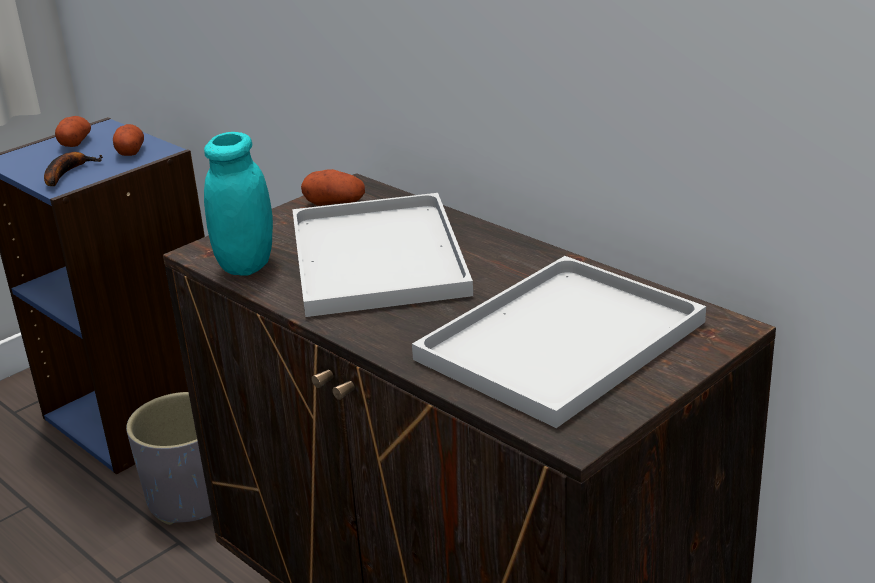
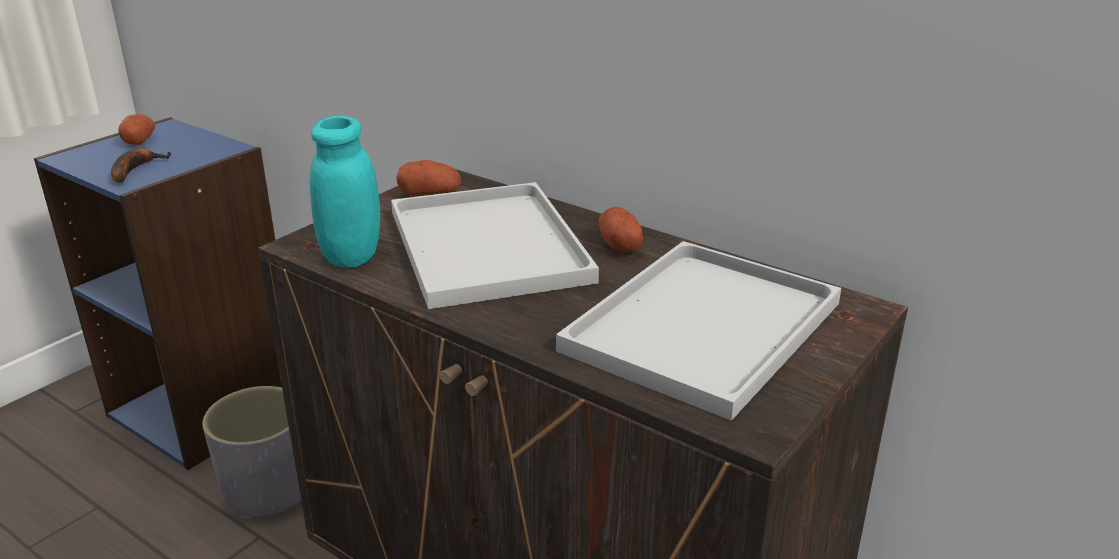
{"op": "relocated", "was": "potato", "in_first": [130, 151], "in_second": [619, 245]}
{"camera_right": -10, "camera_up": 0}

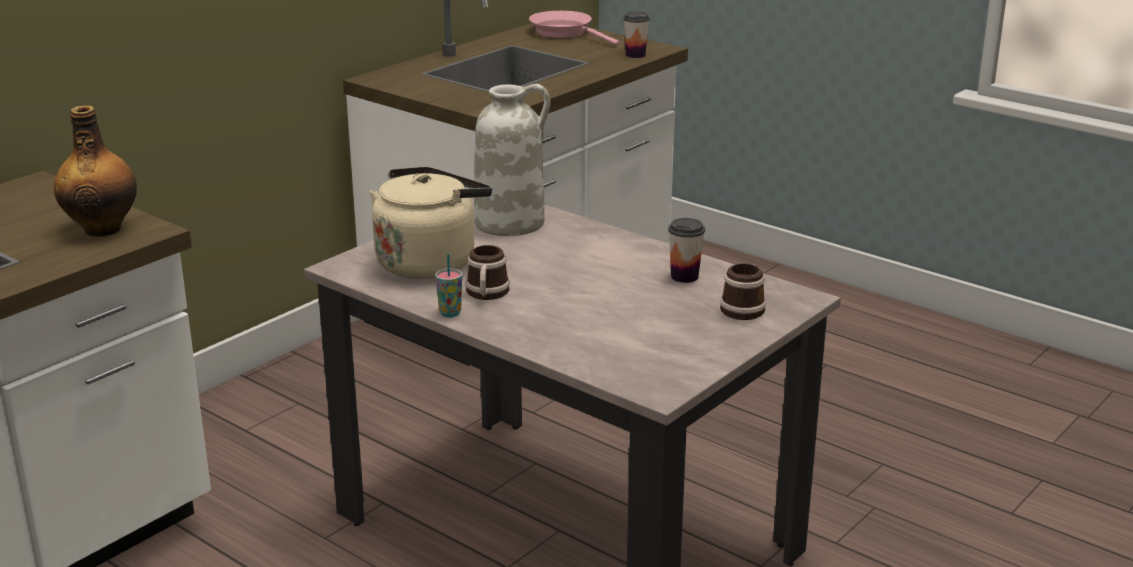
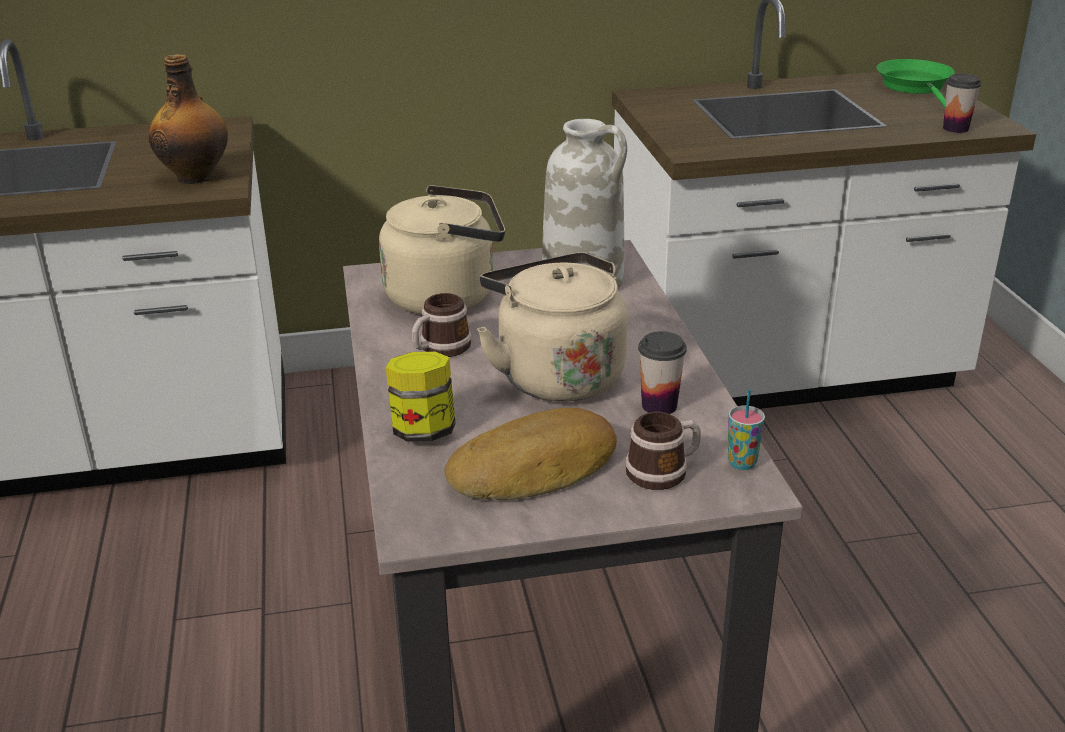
{"op": "appeared", "now": "jar", "in_second": [423, 431]}
{"op": "appeared", "now": "bread", "in_second": [536, 469]}
{"op": "appeared", "now": "kettle/beige", "in_second": [556, 374]}
{"op": "relocated", "was": "cup", "in_first": [450, 313], "in_second": [742, 463]}
{"op": "colour", "was": "frying pan/pink", "now": "frying pan/green", "in_first": [565, 33], "in_second": [916, 87]}
{"camera_right": 40, "camera_up": 5}

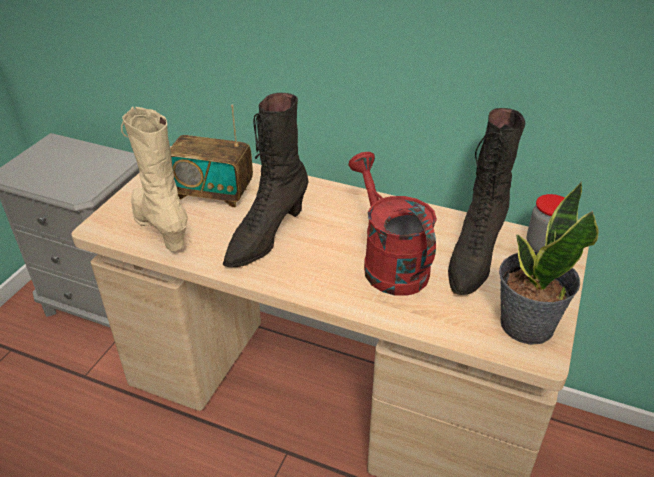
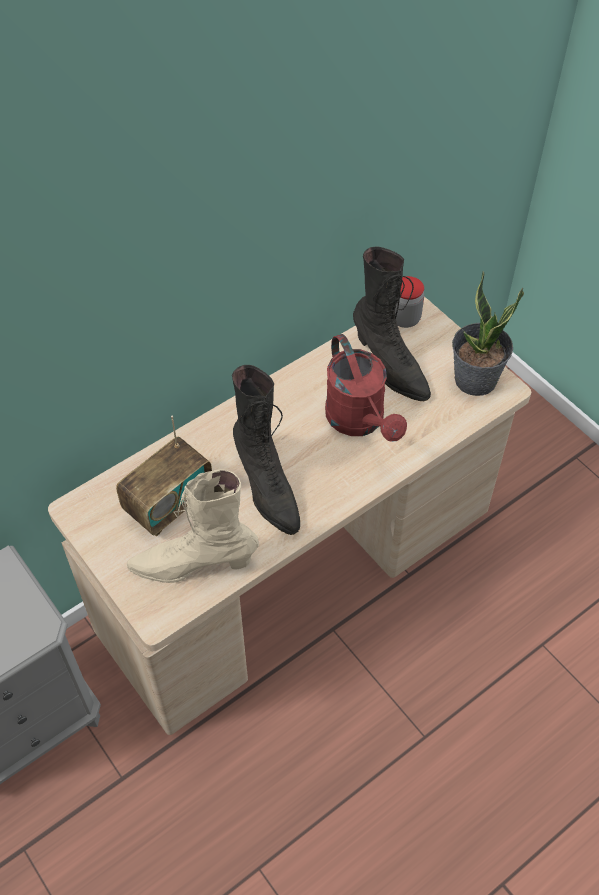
{"op": "spun", "was": "watering can/red", "in_first": [389, 263], "in_second": [360, 421], "clockwise": -120}
{"camera_right": -60, "camera_up": 15}

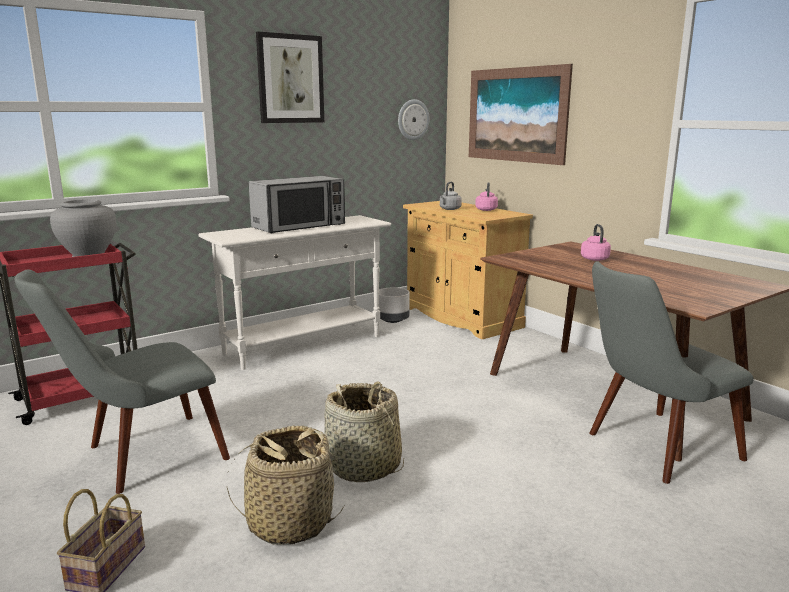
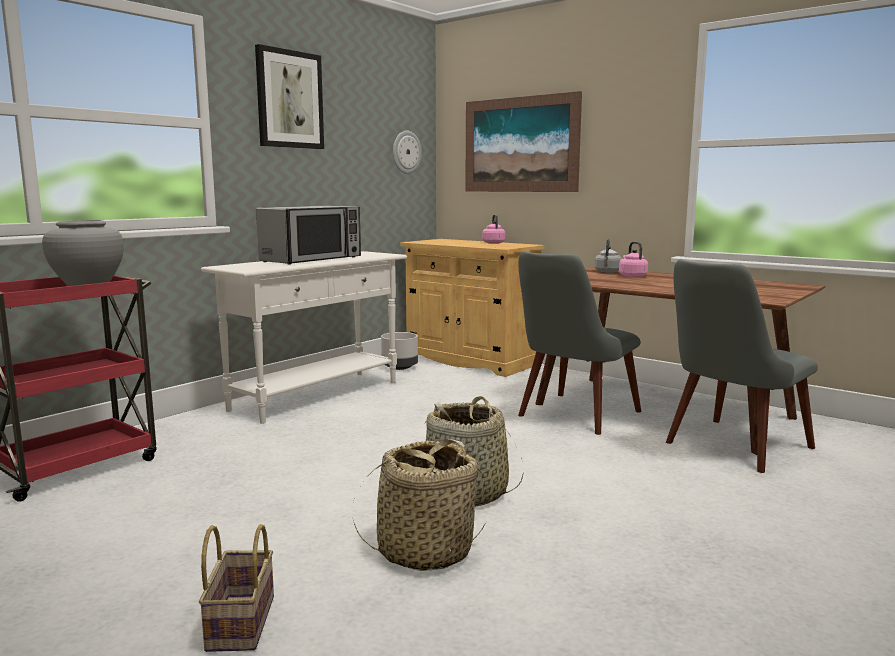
{"op": "relocated", "was": "chair/grey", "in_first": [139, 458], "in_second": [571, 417]}
{"op": "relocated", "was": "kettle/grey", "in_first": [449, 209], "in_second": [607, 272]}
{"camera_right": -15, "camera_up": -5}

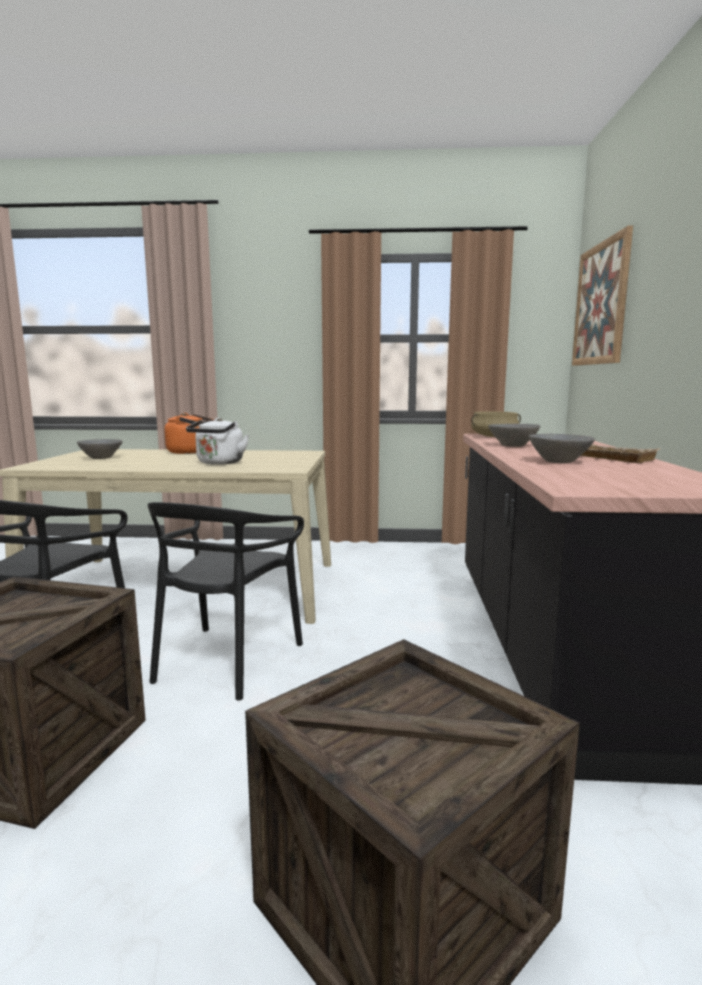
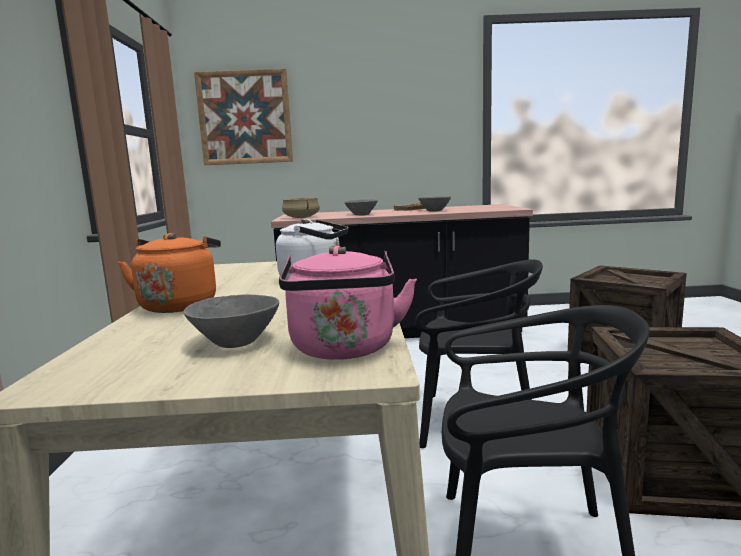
{"op": "appeared", "now": "kettle/pink", "in_second": [344, 350]}
{"camera_right": -95, "camera_up": 0}

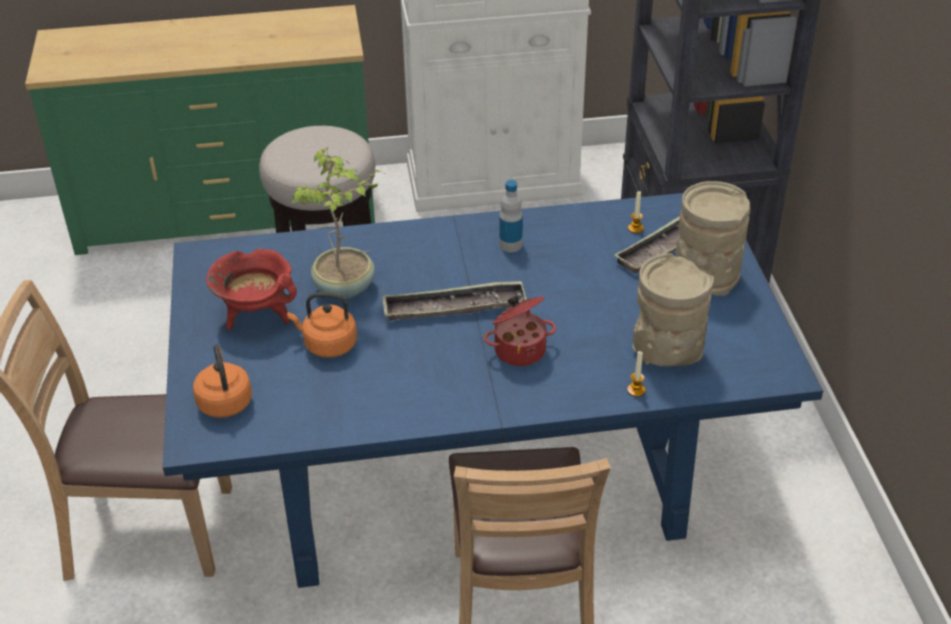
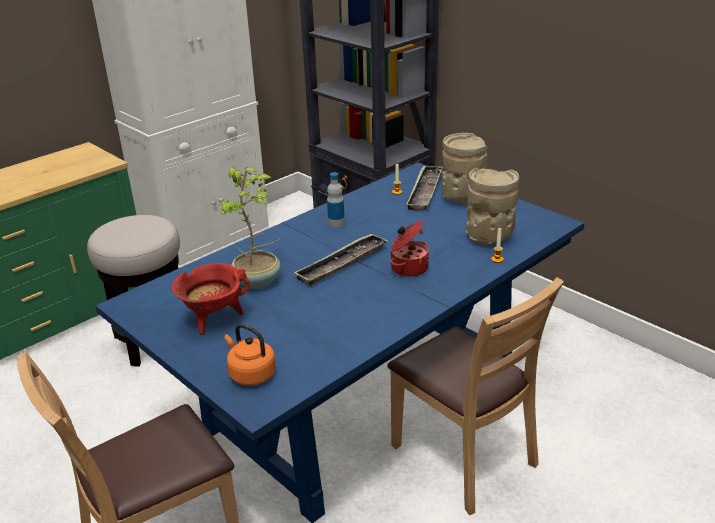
{"op": "missing", "was": "kettle/orange", "in_first": [327, 345]}
{"camera_right": -35, "camera_up": -10}

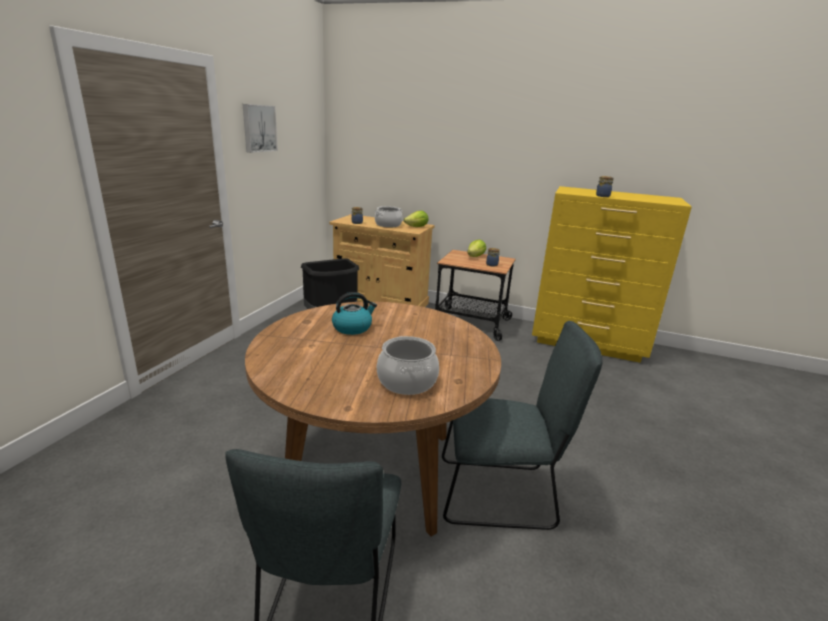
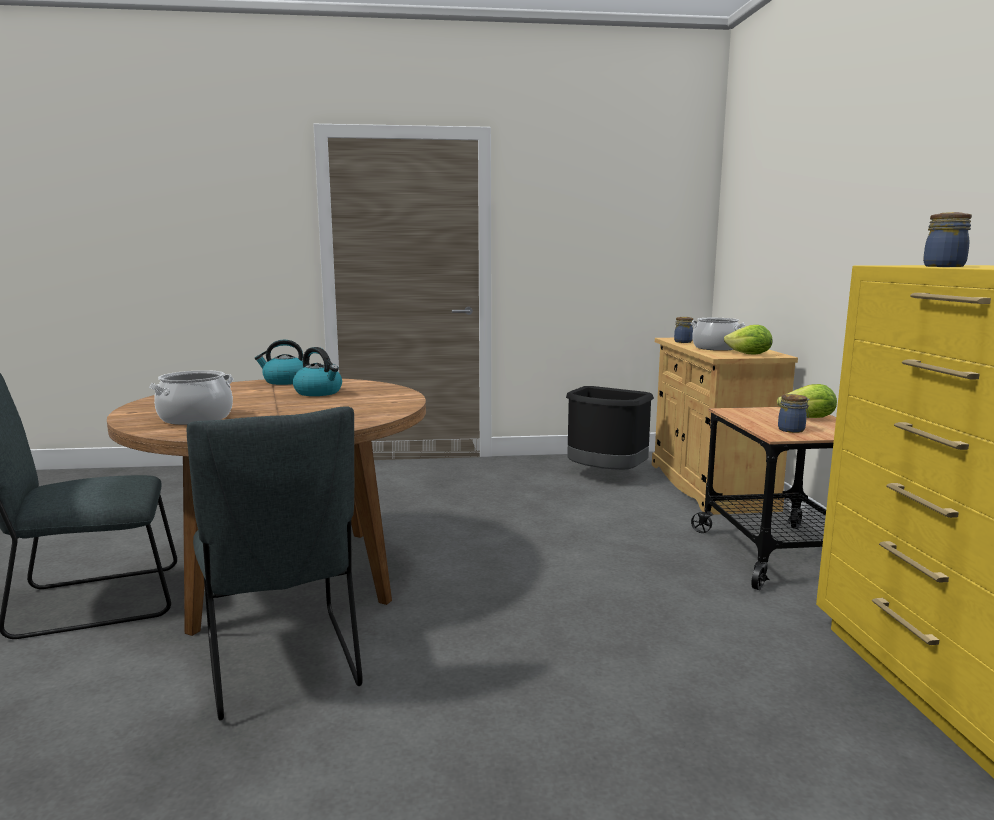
{"op": "appeared", "now": "kettle", "in_second": [285, 381]}
{"op": "missing", "was": "picture", "in_first": [258, 128]}
{"camera_right": 65, "camera_up": -10}

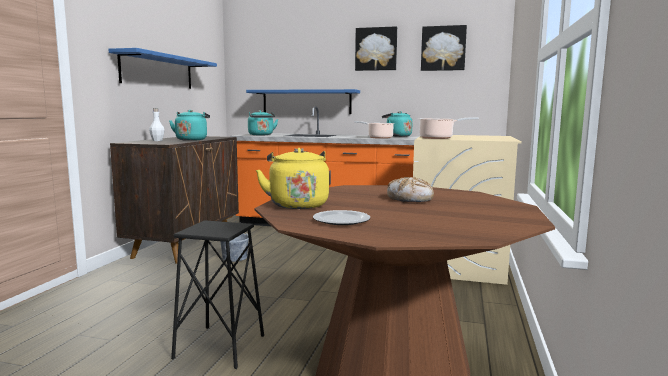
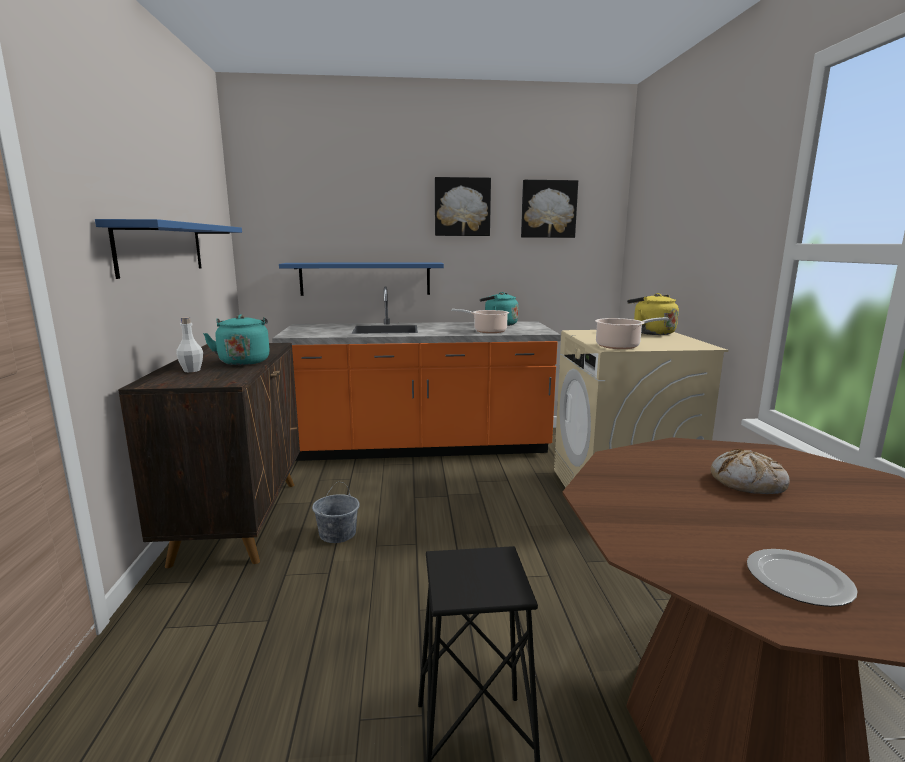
{"op": "relocated", "was": "kettle/yellow", "in_first": [297, 204], "in_second": [650, 332]}
{"op": "missing", "was": "kettle/turquoise", "in_first": [261, 135]}
{"camera_right": -20, "camera_up": 5}

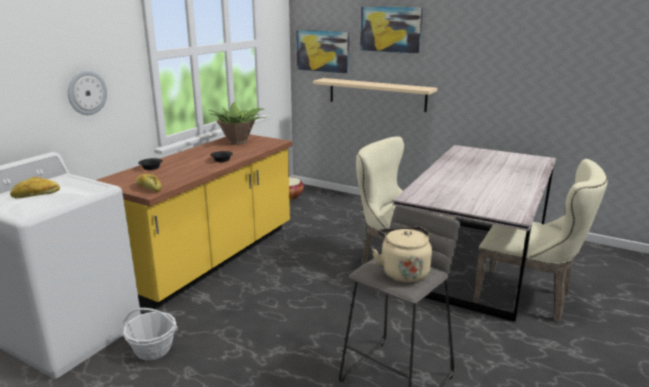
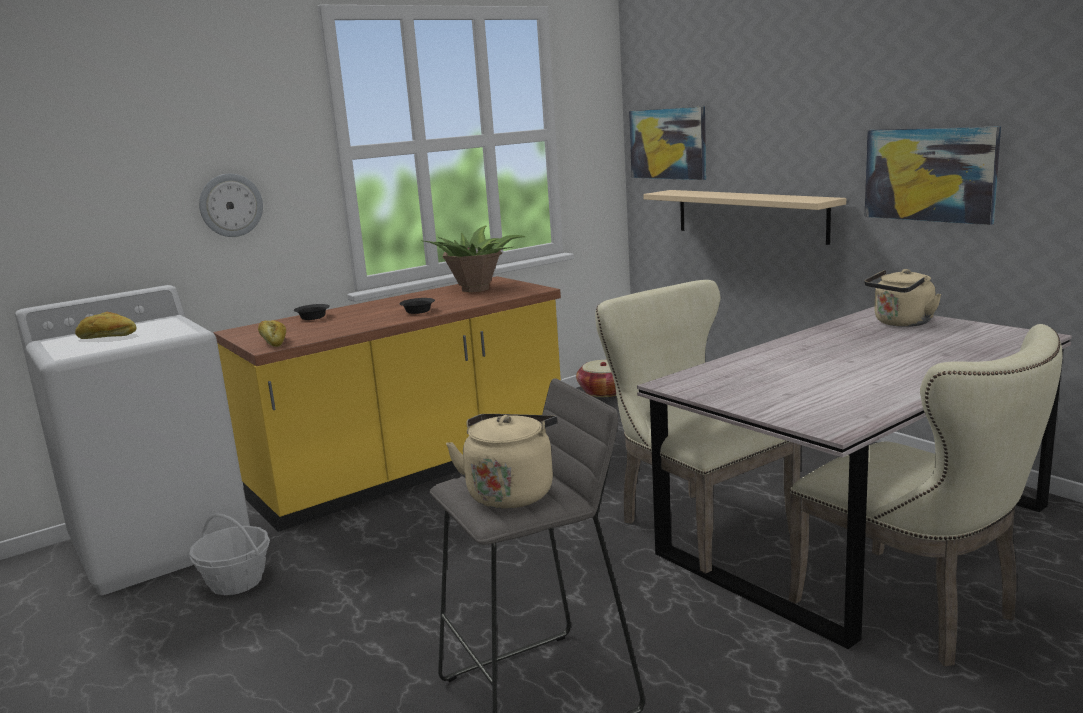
{"op": "appeared", "now": "kettle/beige", "in_second": [901, 323]}
{"op": "relocated", "was": "picture", "in_first": [390, 29], "in_second": [929, 174]}
{"camera_right": 25, "camera_up": -5}

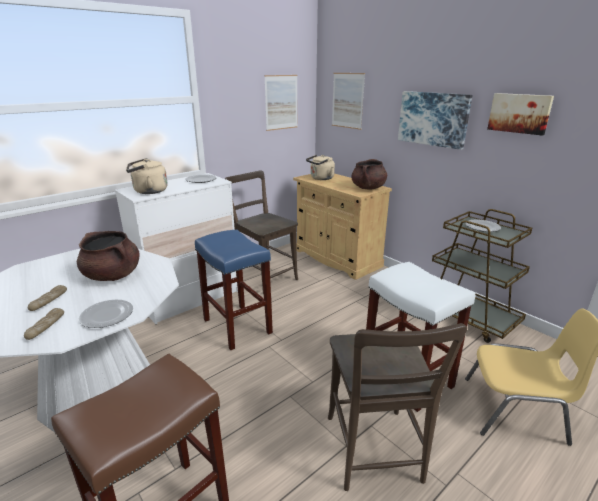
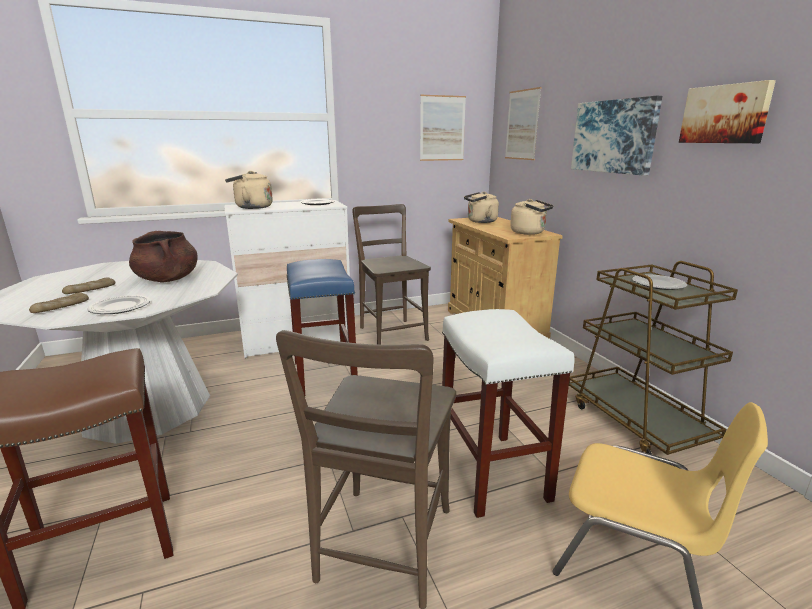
{"op": "exchanged", "was": "cooking pot/brown", "now": "kettle/beige", "in_first": [368, 188], "in_second": [529, 232]}
{"camera_right": 20, "camera_up": -5}

